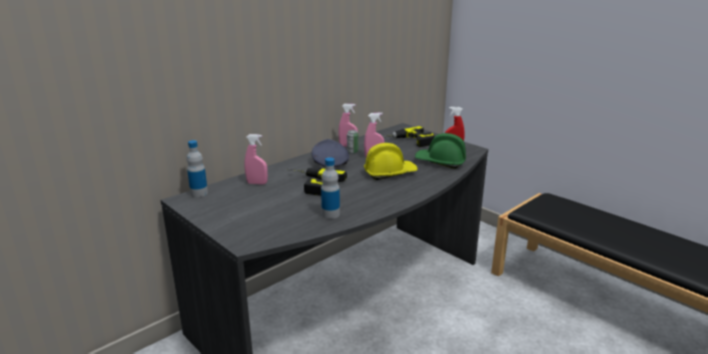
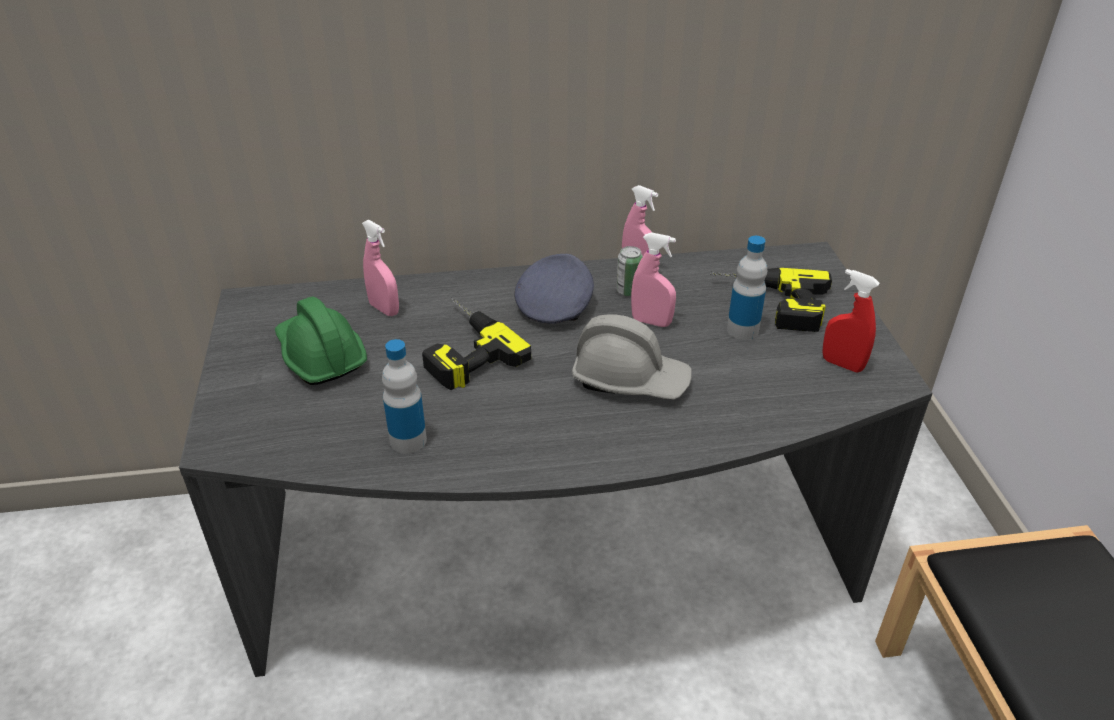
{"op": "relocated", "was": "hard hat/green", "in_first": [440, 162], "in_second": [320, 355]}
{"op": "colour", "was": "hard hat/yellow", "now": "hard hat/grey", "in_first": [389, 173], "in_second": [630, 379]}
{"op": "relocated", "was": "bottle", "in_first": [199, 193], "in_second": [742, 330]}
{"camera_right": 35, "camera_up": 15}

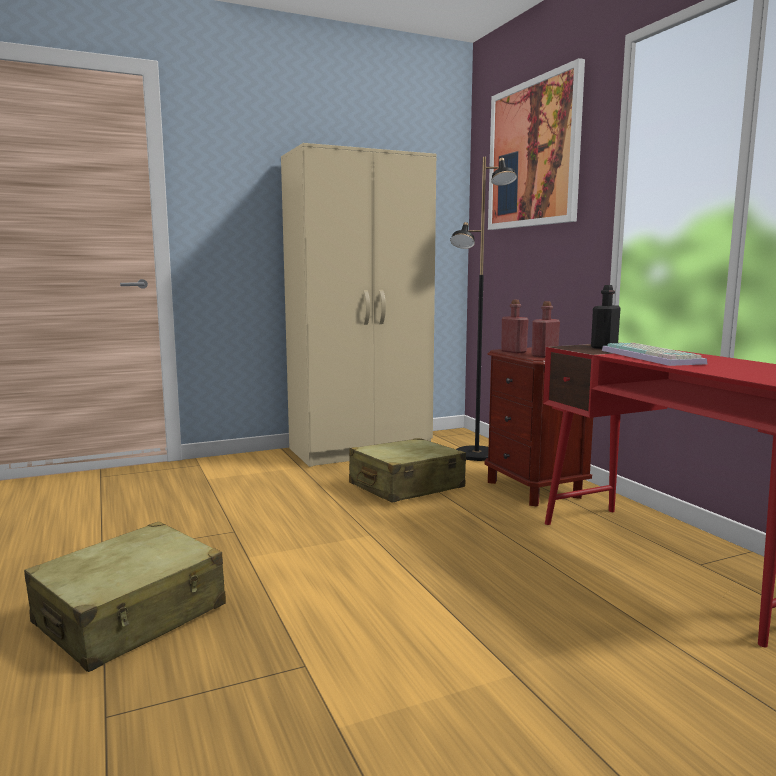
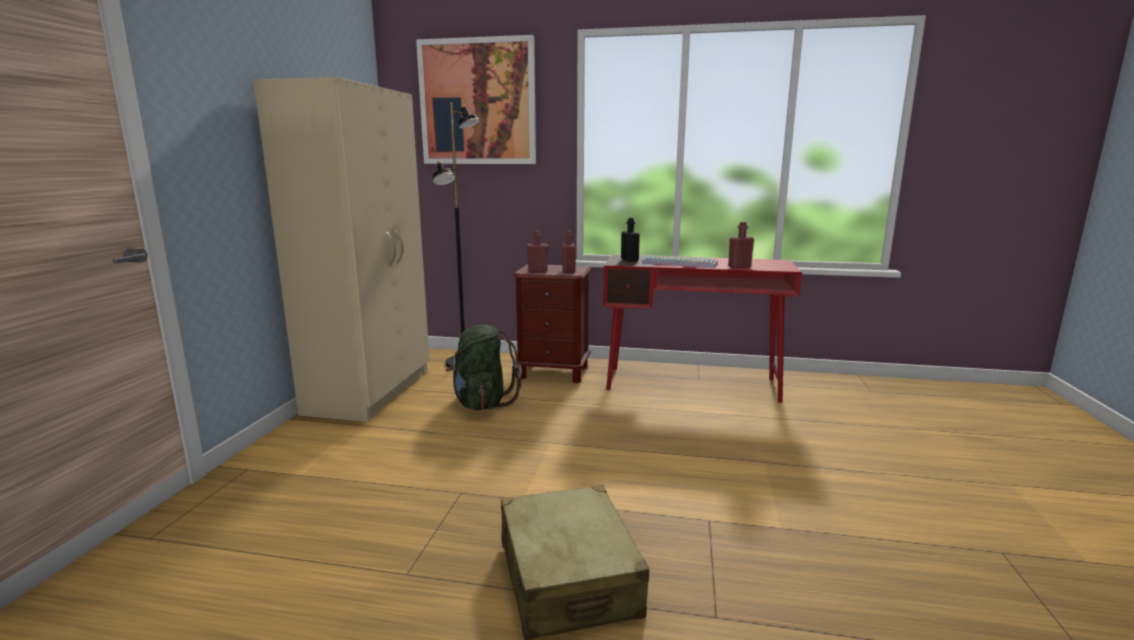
{"op": "exchanged", "was": "suitcase/beige", "now": "backpack/green", "in_first": [406, 486], "in_second": [482, 403]}
{"op": "appeared", "now": "bottle/red", "in_second": [739, 267]}
{"camera_right": -55, "camera_up": 5}

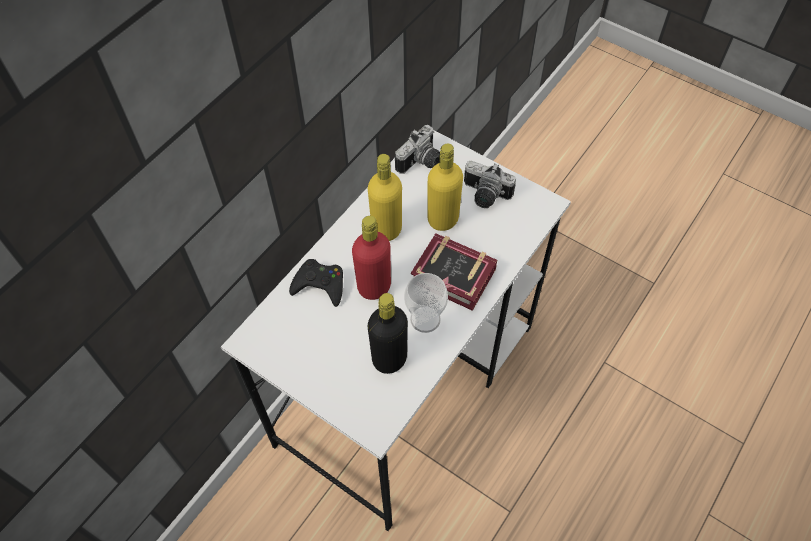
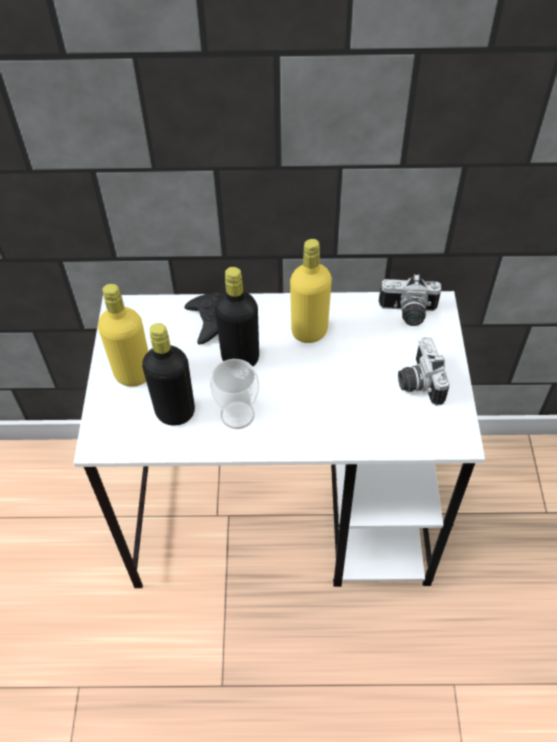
{"op": "relocated", "was": "bottle/yellow", "in_first": [443, 219], "in_second": [133, 374]}
{"op": "colour", "was": "bottle/red", "now": "bottle/black", "in_first": [374, 287], "in_second": [240, 358]}
{"op": "missing", "was": "book", "in_first": [455, 279]}
{"camera_right": 55, "camera_up": -5}

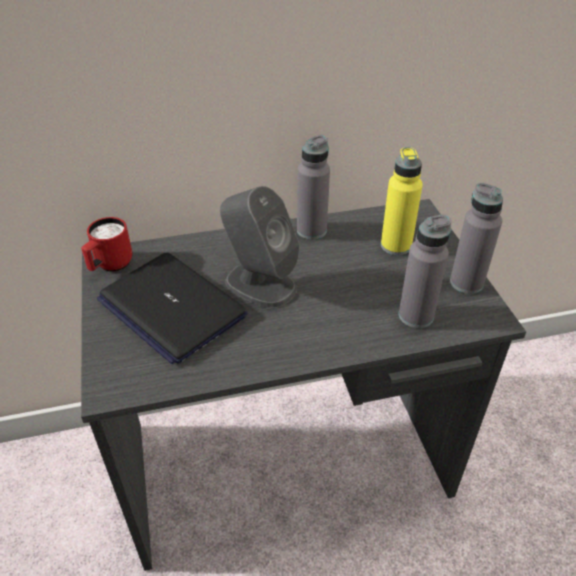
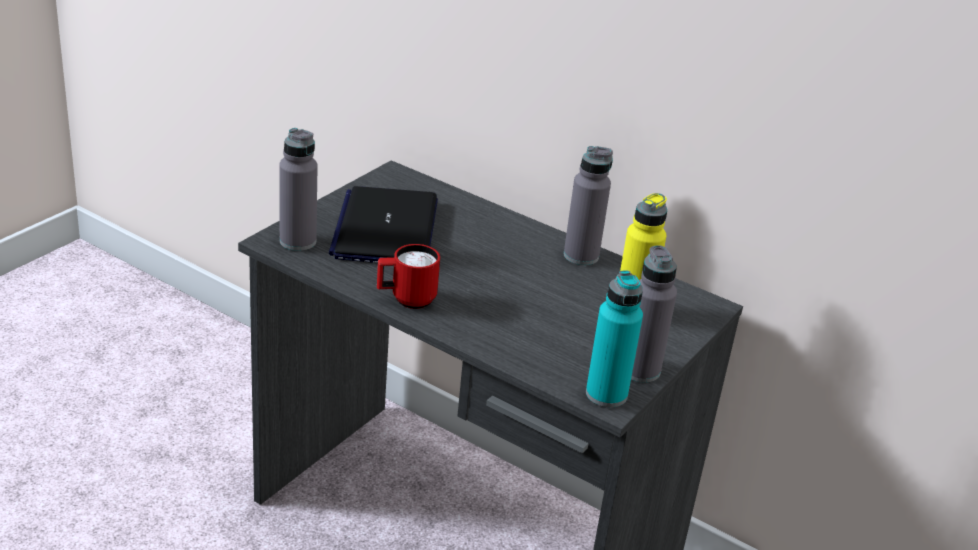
{"op": "relocated", "was": "bottle/grey", "in_first": [416, 316], "in_second": [298, 241]}
{"op": "relocated", "was": "mug/red", "in_first": [110, 266], "in_second": [406, 299]}
{"op": "appeared", "now": "bottle/turquoise", "in_second": [606, 394]}
{"op": "missing", "was": "speaker/grey", "in_first": [259, 284]}
{"camera_right": 45, "camera_up": -10}

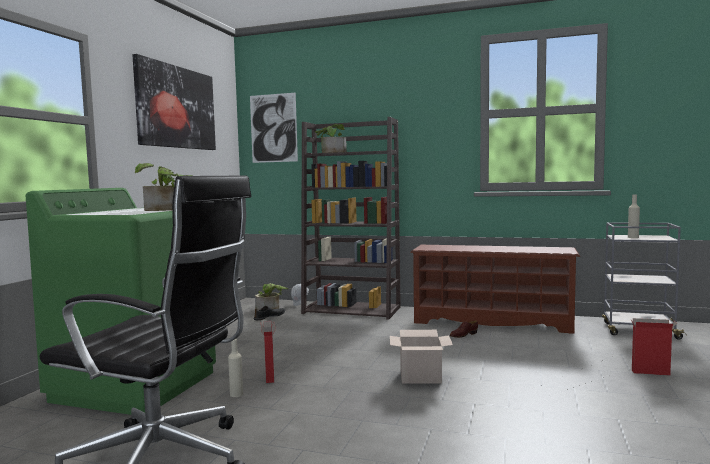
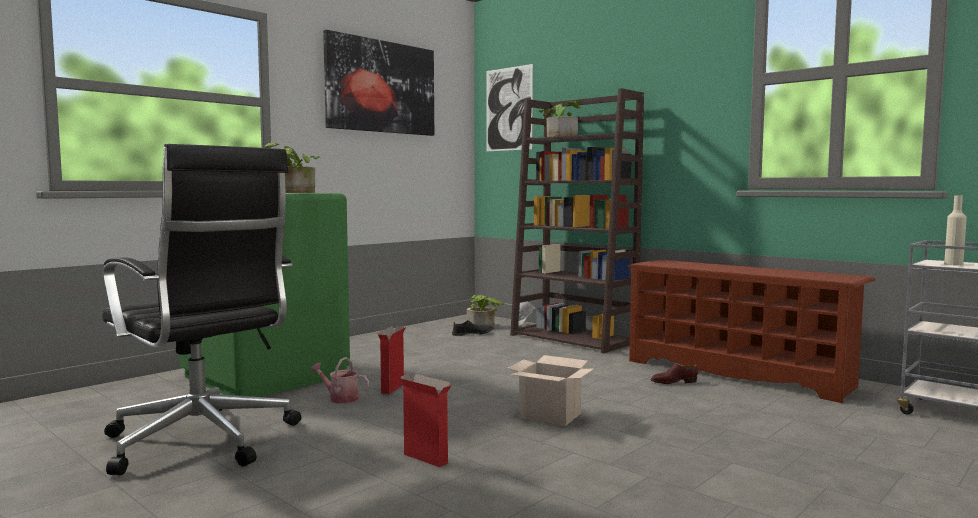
{"op": "exchanged", "was": "bottle/beige", "now": "watering can", "in_first": [236, 394], "in_second": [340, 398]}
{"op": "relocated", "was": "cardboard box", "in_first": [651, 372], "in_second": [426, 459]}
{"camera_right": 25, "camera_up": 0}

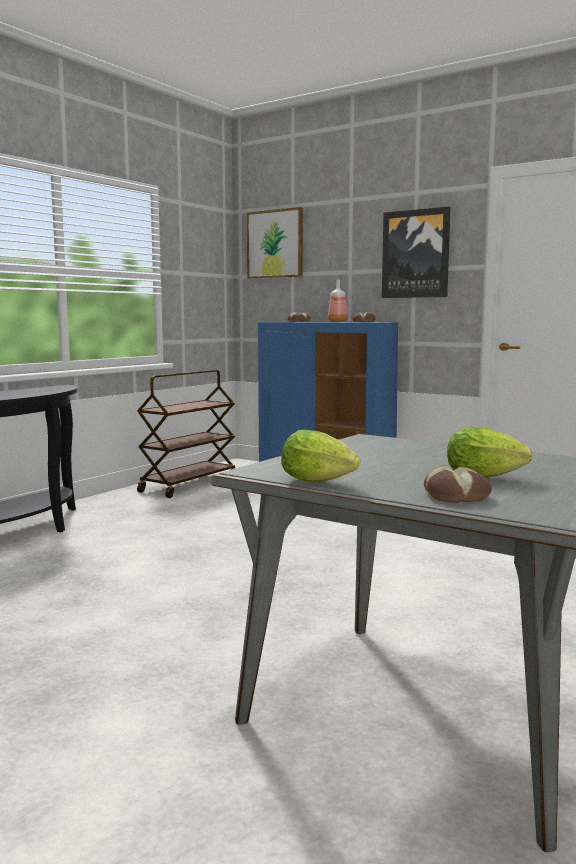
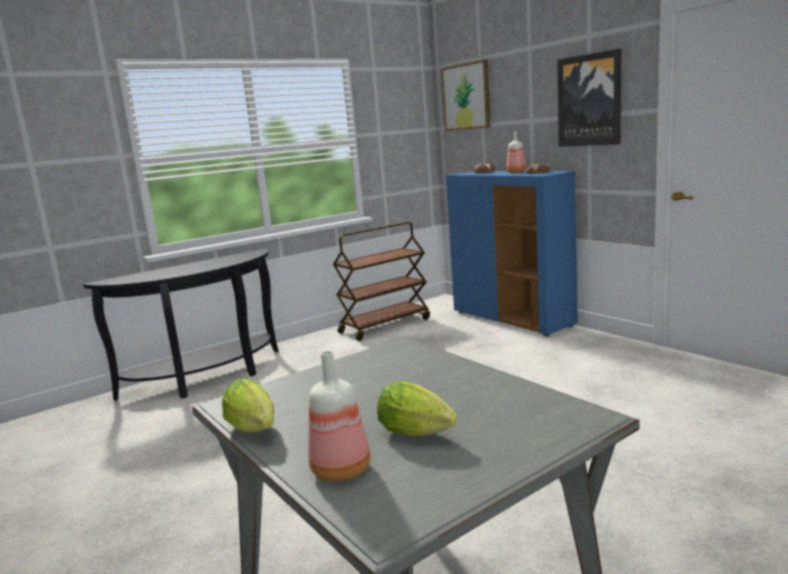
{"op": "exchanged", "was": "bread", "now": "bottle", "in_first": [457, 496], "in_second": [343, 470]}
{"camera_right": 20, "camera_up": 5}

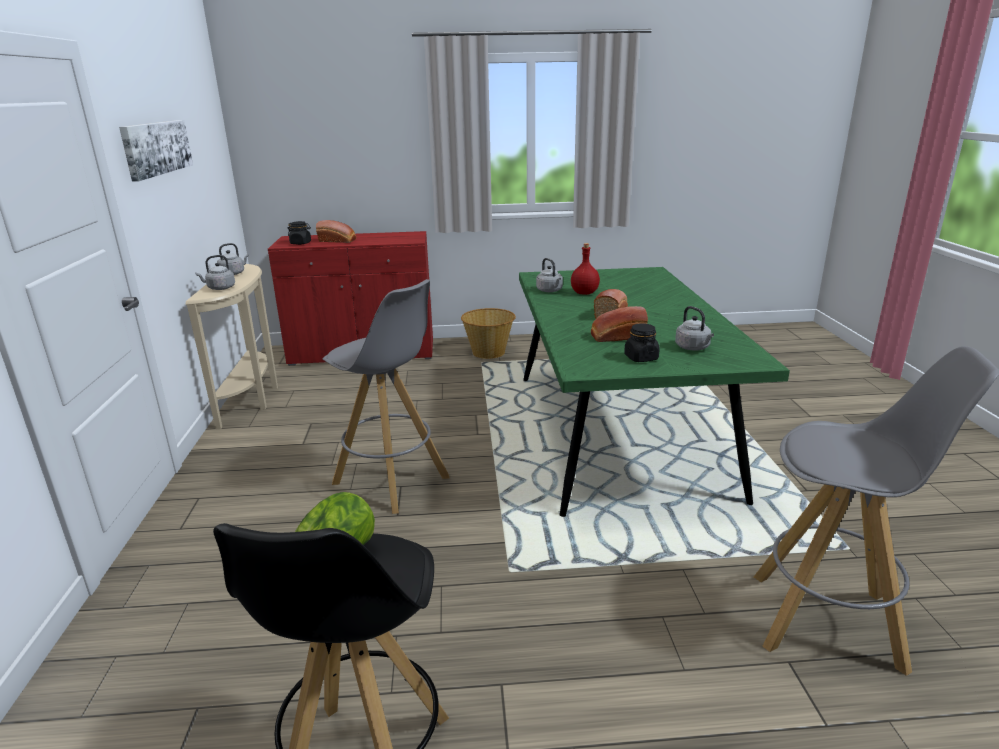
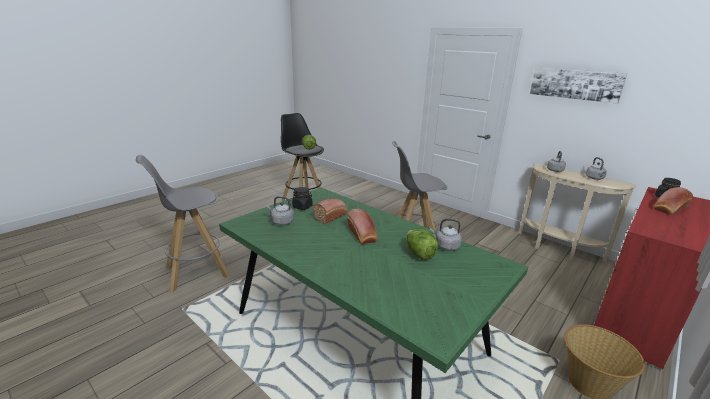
{"op": "exchanged", "was": "bottle/red", "now": "lettuce", "in_first": [585, 293], "in_second": [419, 254]}
{"camera_right": 135, "camera_up": 0}

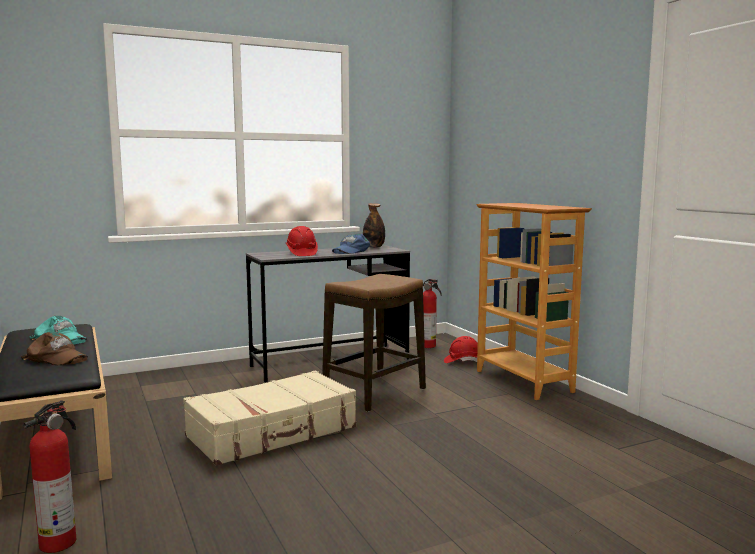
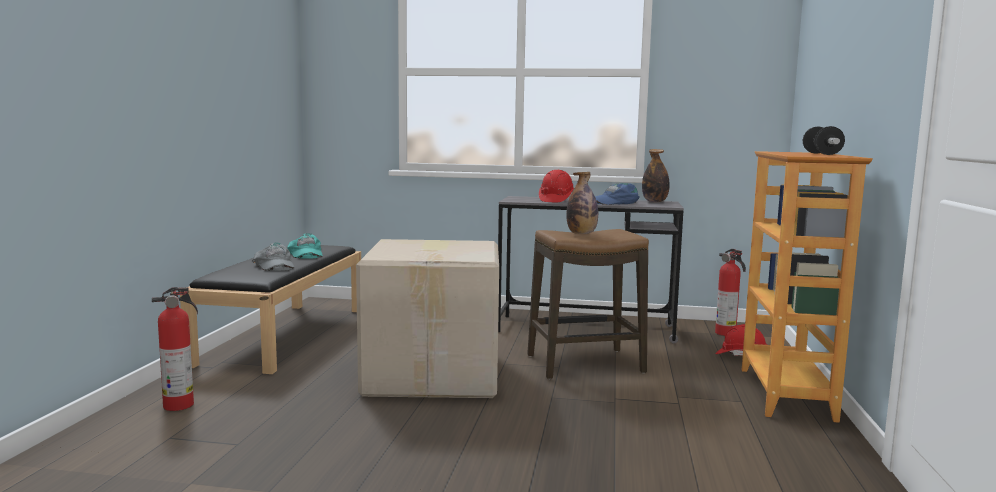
{"op": "colour", "was": "cap/brown", "now": "cap/grey", "in_first": [57, 358], "in_second": [274, 265]}
{"op": "exchanged", "was": "suitcase/beige", "now": "cardboard box", "in_first": [273, 432], "in_second": [435, 374]}
{"op": "appeared", "now": "bottle", "in_second": [581, 234]}
{"op": "appeared", "now": "dumbbell", "in_second": [821, 154]}
{"camera_right": 35, "camera_up": 0}

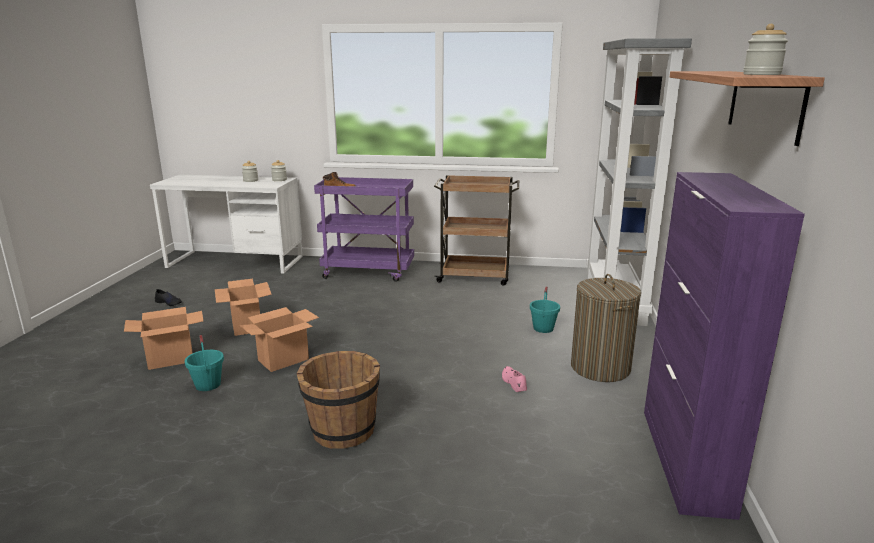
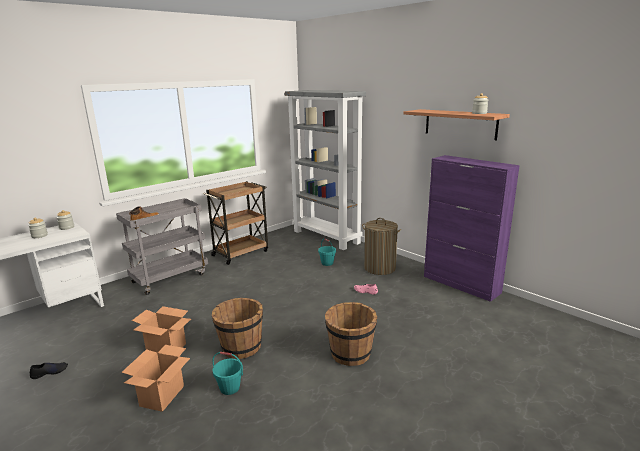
{"op": "colour", "was": "cart/purple", "now": "cart/grey", "in_first": [369, 272], "in_second": [170, 277]}
{"op": "exchanged", "was": "cardboard box", "now": "bucket/brown", "in_first": [284, 359], "in_second": [241, 347]}
{"camera_right": -50, "camera_up": 0}

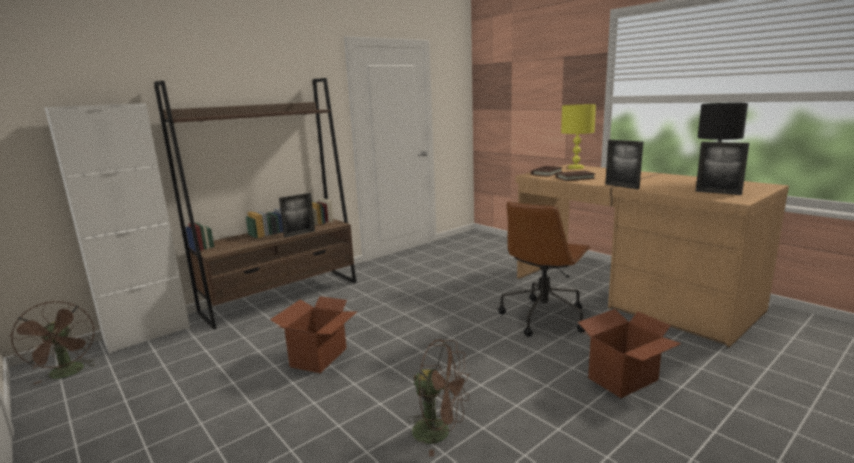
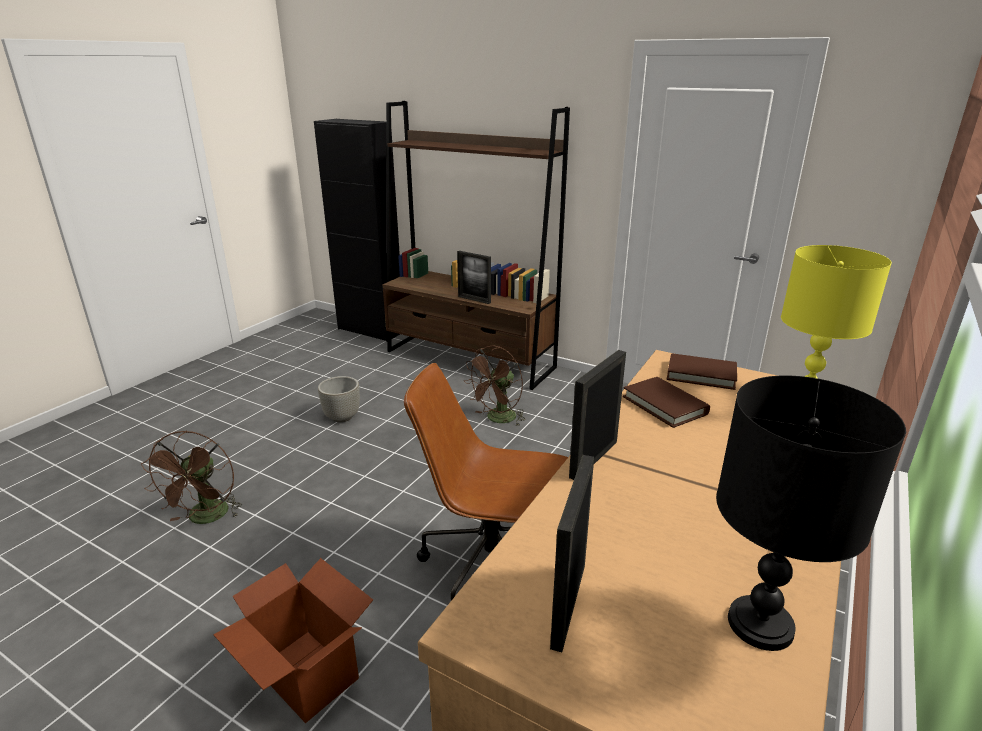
{"op": "colour", "was": "cabinet/white", "now": "cabinet/black", "in_first": [147, 335], "in_second": [371, 330]}
{"op": "exchanged", "was": "cardboard box", "now": "planter/grey", "in_first": [319, 357], "in_second": [342, 417]}
{"op": "relocated", "was": "fan/brown", "in_first": [67, 374], "in_second": [498, 419]}
{"camera_right": 70, "camera_up": 10}

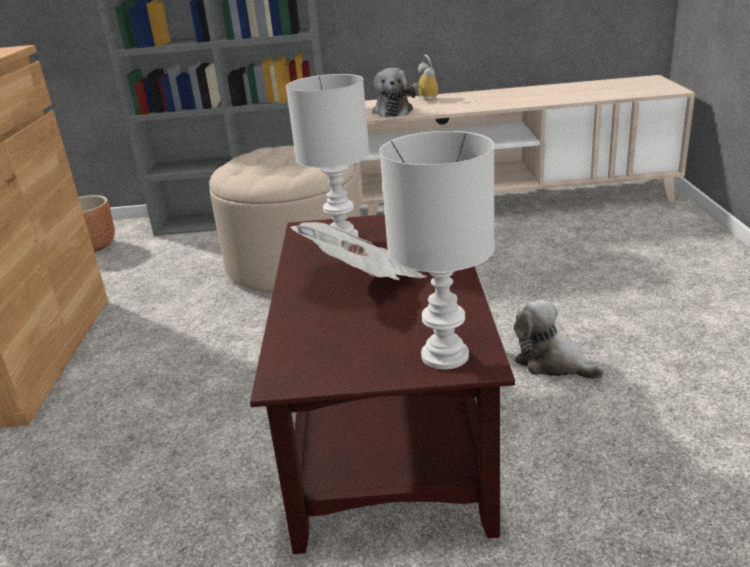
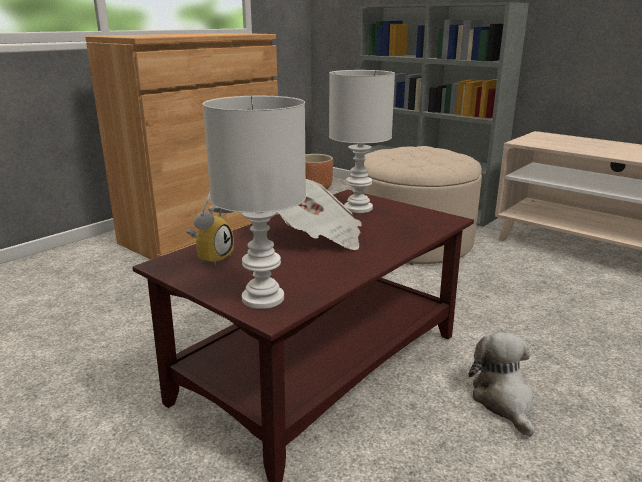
{"op": "relocated", "was": "alarm clock", "in_first": [424, 99], "in_second": [211, 257]}
{"op": "missing", "was": "plush toy", "in_first": [392, 110]}
{"camera_right": 40, "camera_up": -5}

